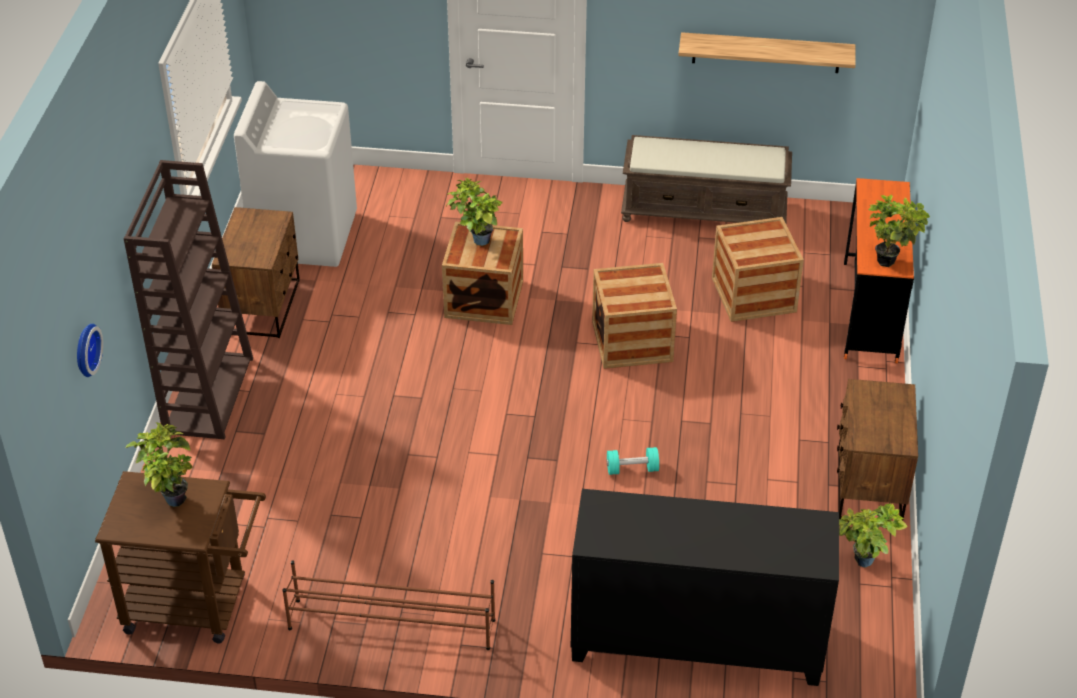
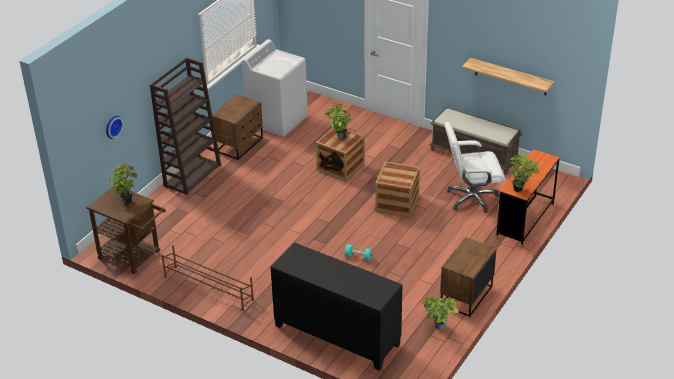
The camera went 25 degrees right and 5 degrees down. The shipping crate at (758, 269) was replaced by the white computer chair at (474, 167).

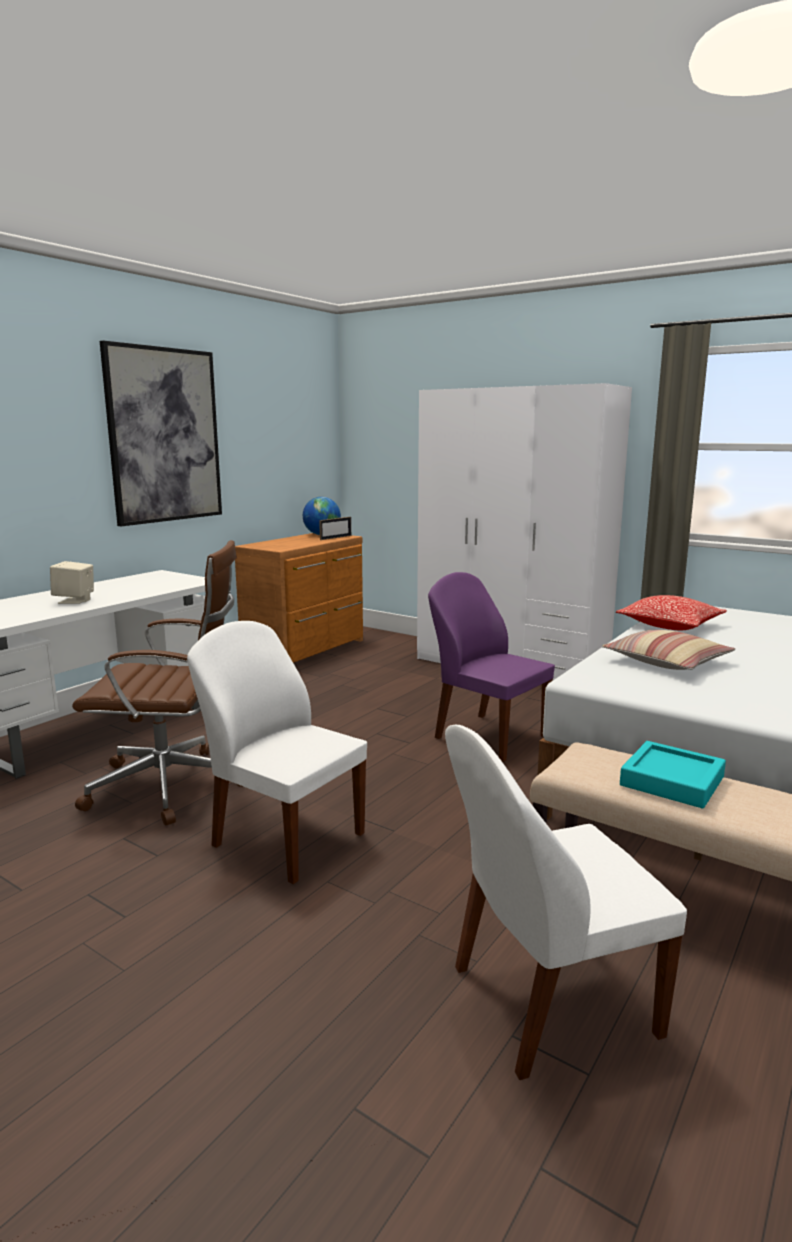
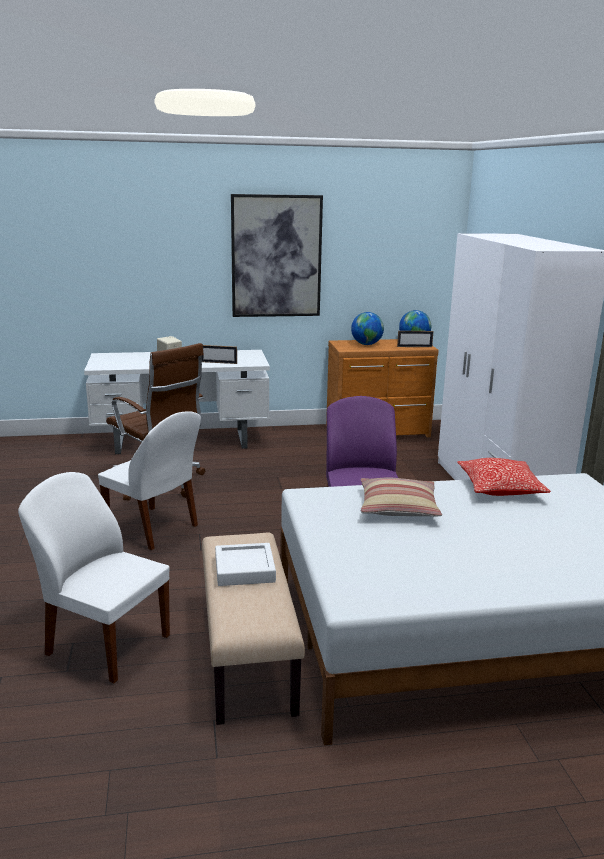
The camera went 45 degrees right and 5 degrees up. The standing frame at (219, 354) appeared. The desk globe at (367, 328) appeared. The turquoise-coloured tray at (673, 774) became the white tray at (245, 564). The white chair at (277, 752) turned 135 degrees clockwise.

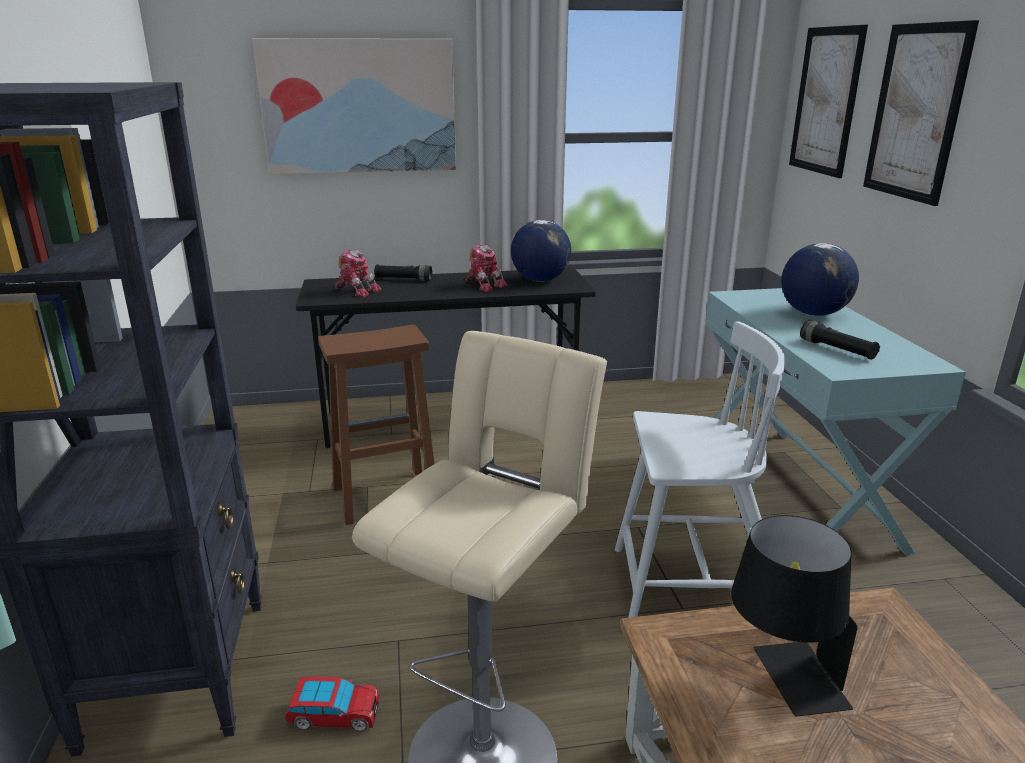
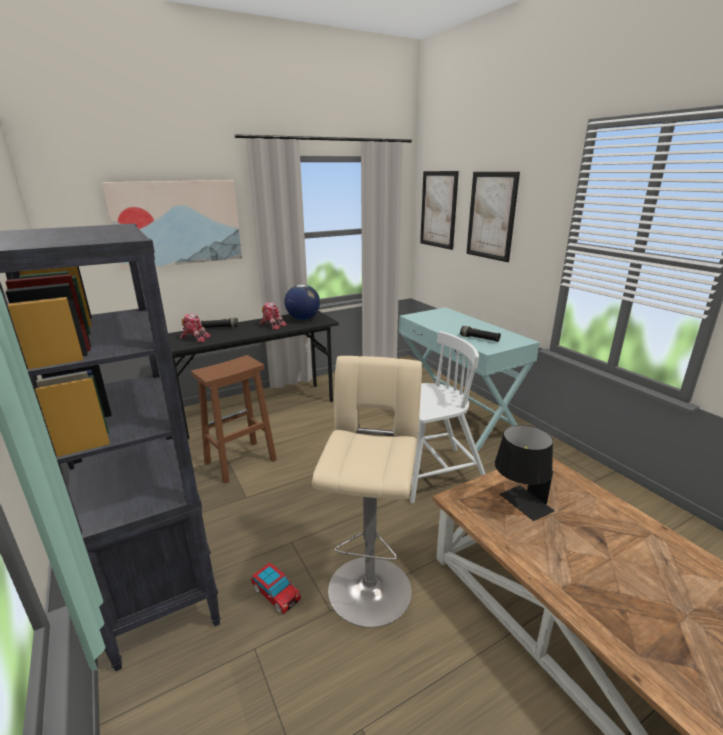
The camera went 20 degrees left and 0 degrees up. The desk globe at (820, 279) disappeared. The toy car at (332, 704) turned 60 degrees clockwise.

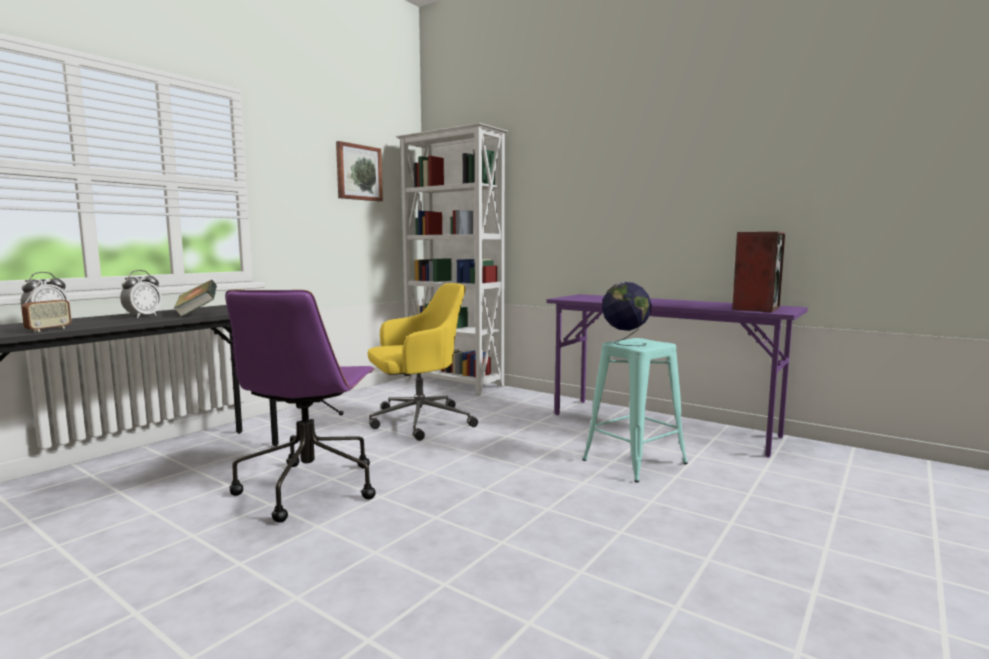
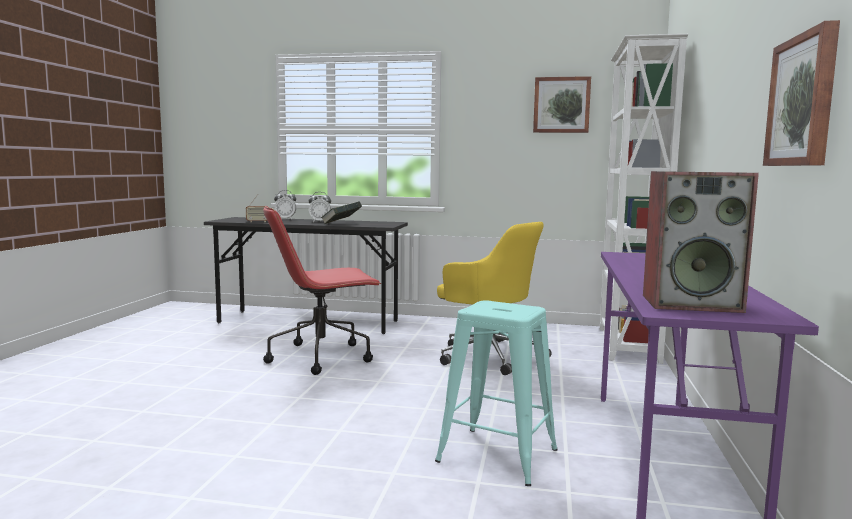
The camera went 65 degrees right and 0 degrees up. The desk globe at (627, 314) disappeared. The wall art at (801, 93) appeared. The purple computer chair at (300, 406) became the red computer chair at (322, 290).

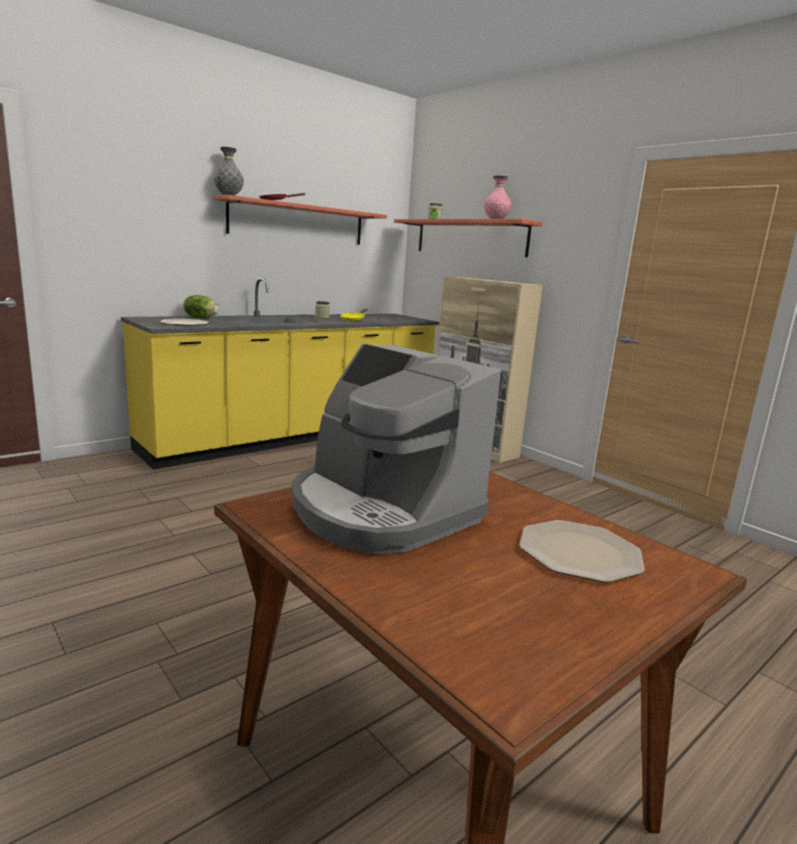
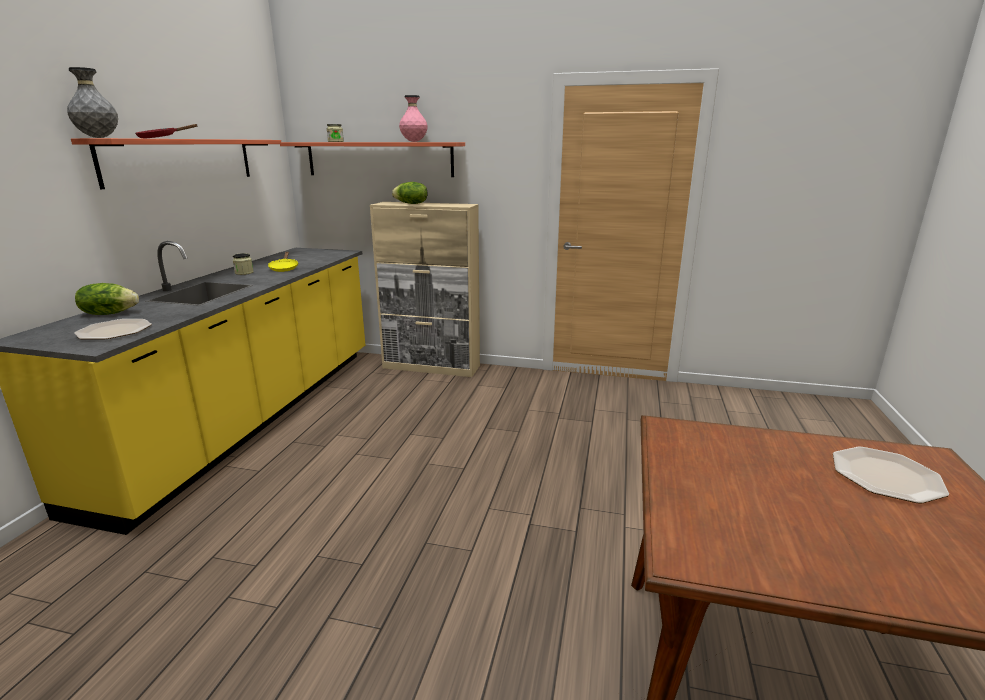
The camera went 35 degrees left and 5 degrees up. The coffee maker at (396, 449) disappeared. The lettuce at (410, 193) appeared.

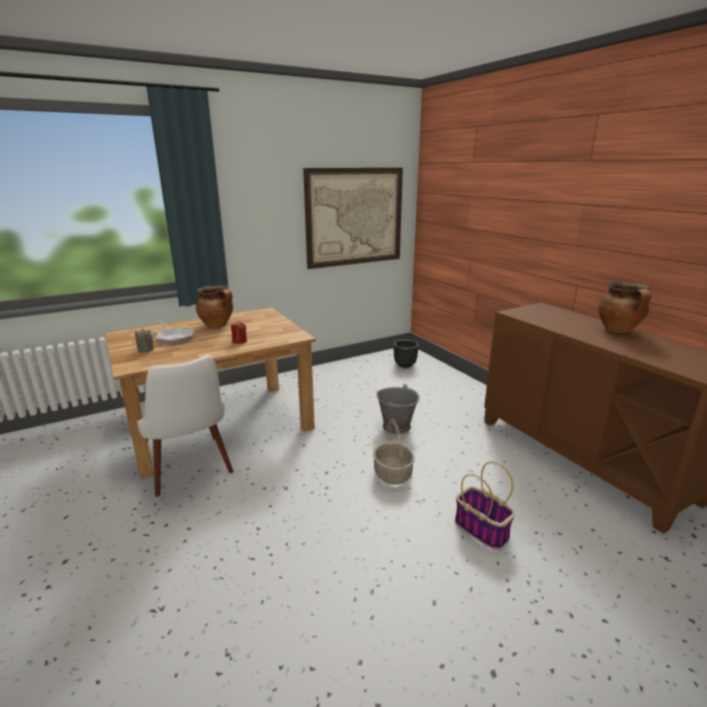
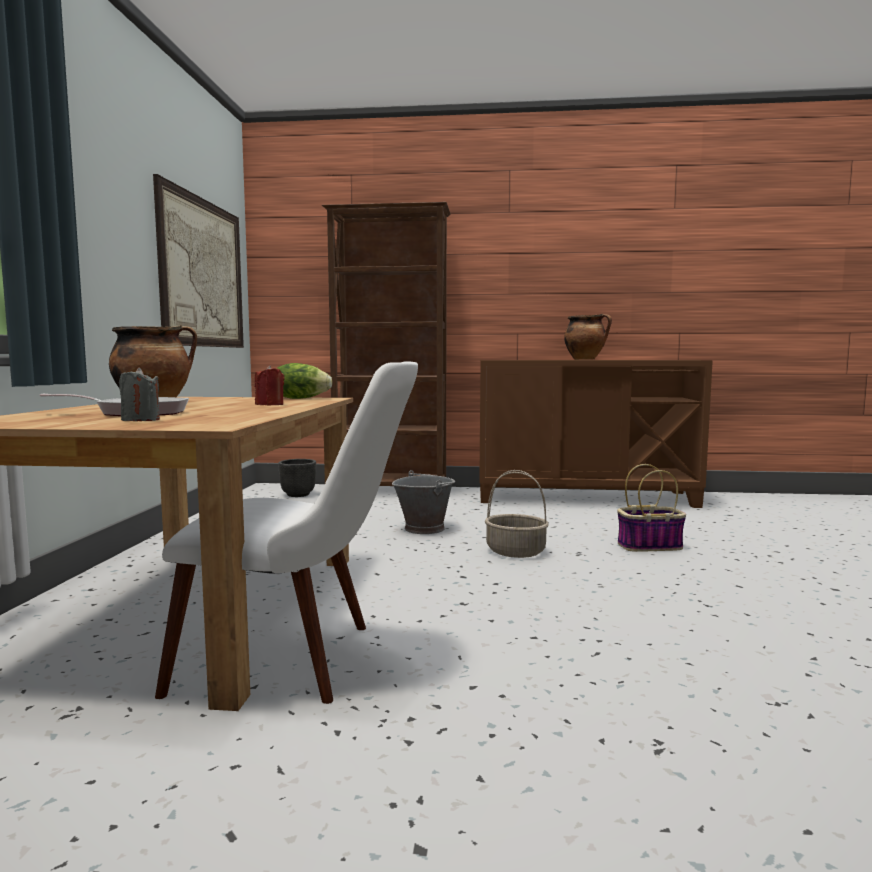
The camera went 55 degrees left and 15 degrees down. The lettuce at (304, 381) appeared. The brown bookcase at (386, 344) appeared.

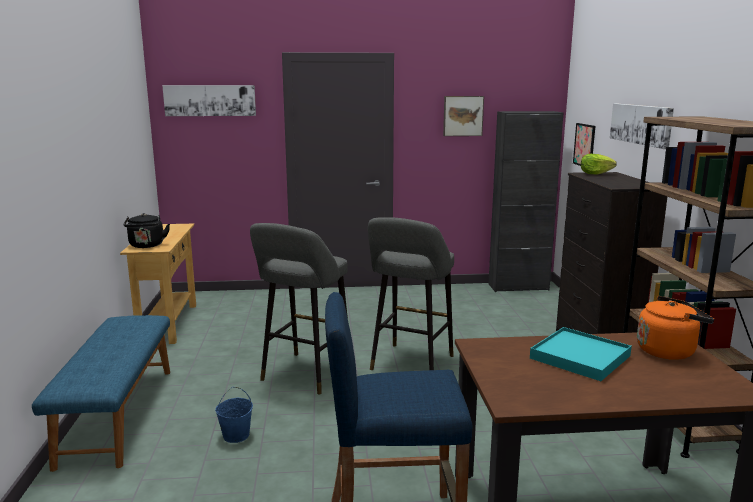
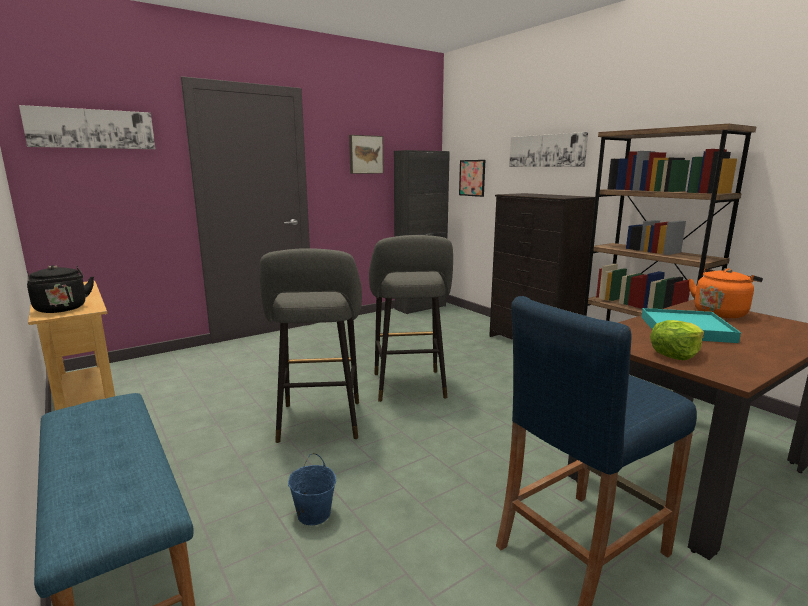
The camera went 30 degrees left and 0 degrees up. The lettuce moved from (599, 164) to (677, 340).

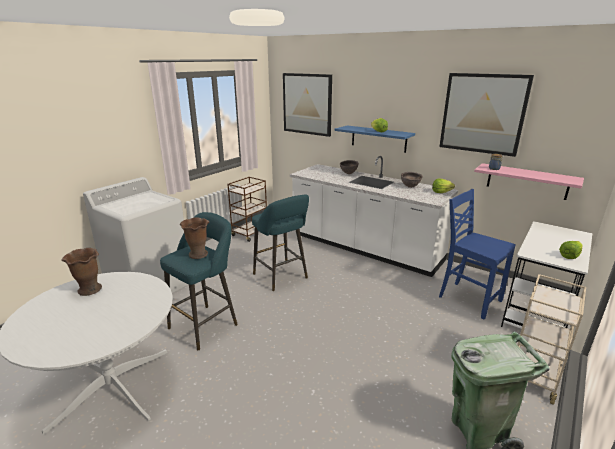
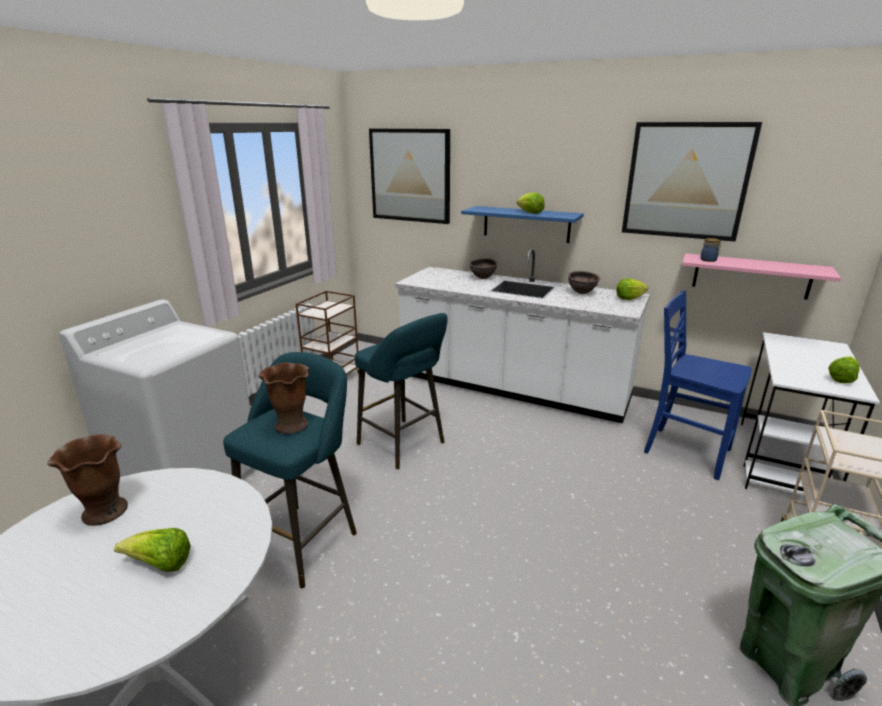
The camera went 10 degrees left and 0 degrees up. The lettuce at (152, 550) appeared.

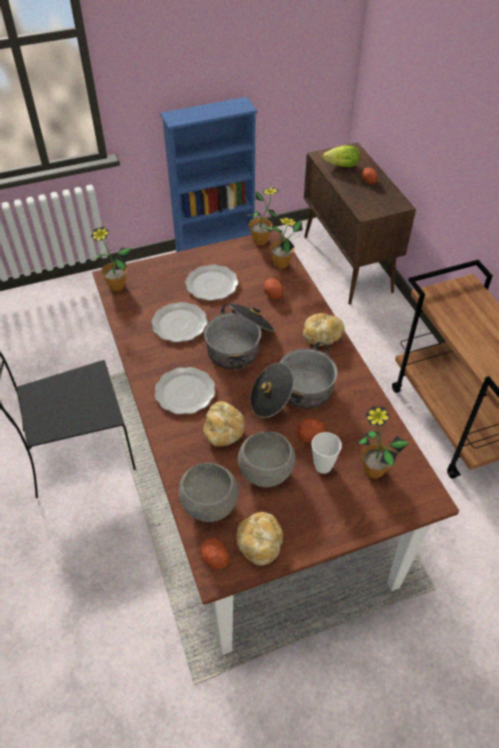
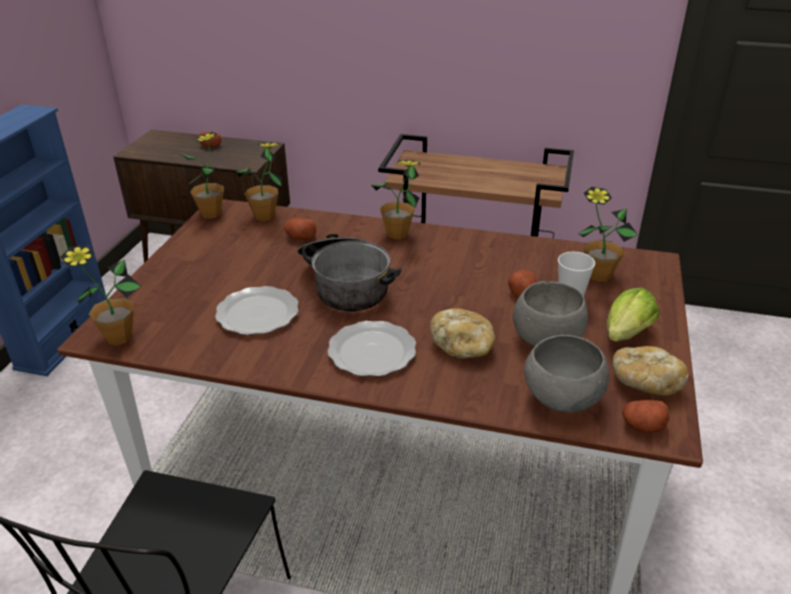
The camera went 55 degrees left and 15 degrees down. The dinner plate at (211, 283) disappeared. The saucepot at (294, 380) disappeared. The lettuce moved from (341, 156) to (633, 315). The bakery bread at (324, 329) was replaced by the potted plant at (396, 199).

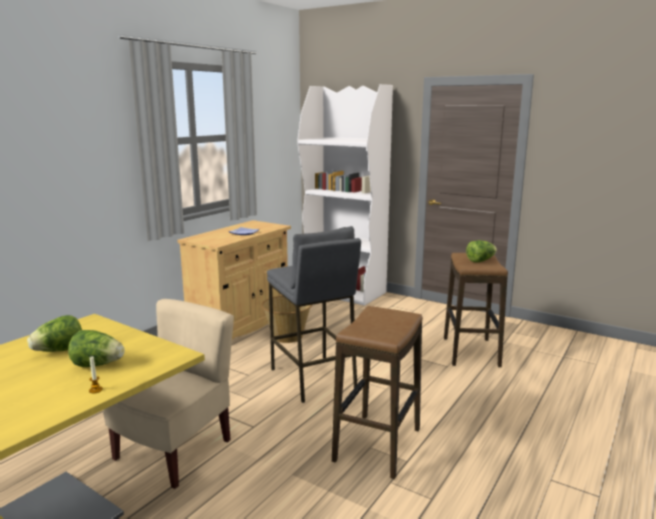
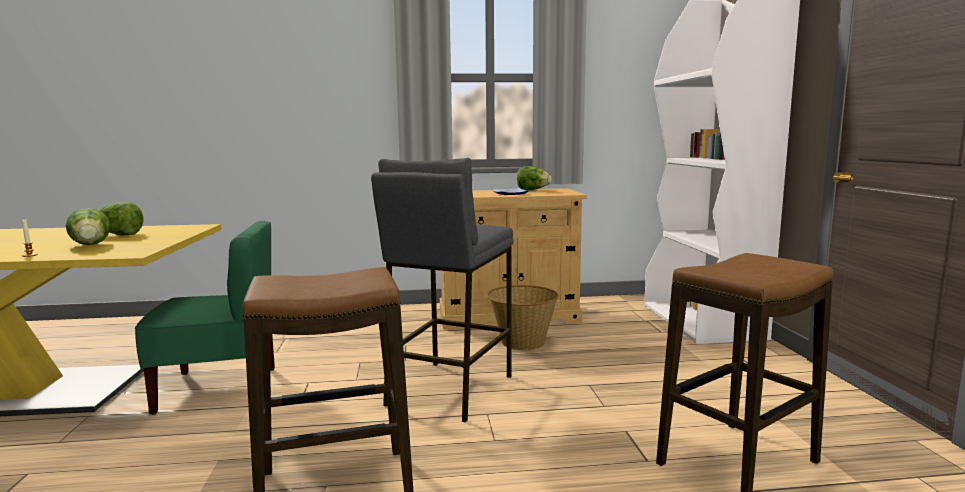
The camera went 50 degrees right and 5 degrees down. The lettuce moved from (481, 251) to (534, 178). The beige-coloured chair at (168, 394) became the green-coloured chair at (205, 318).

